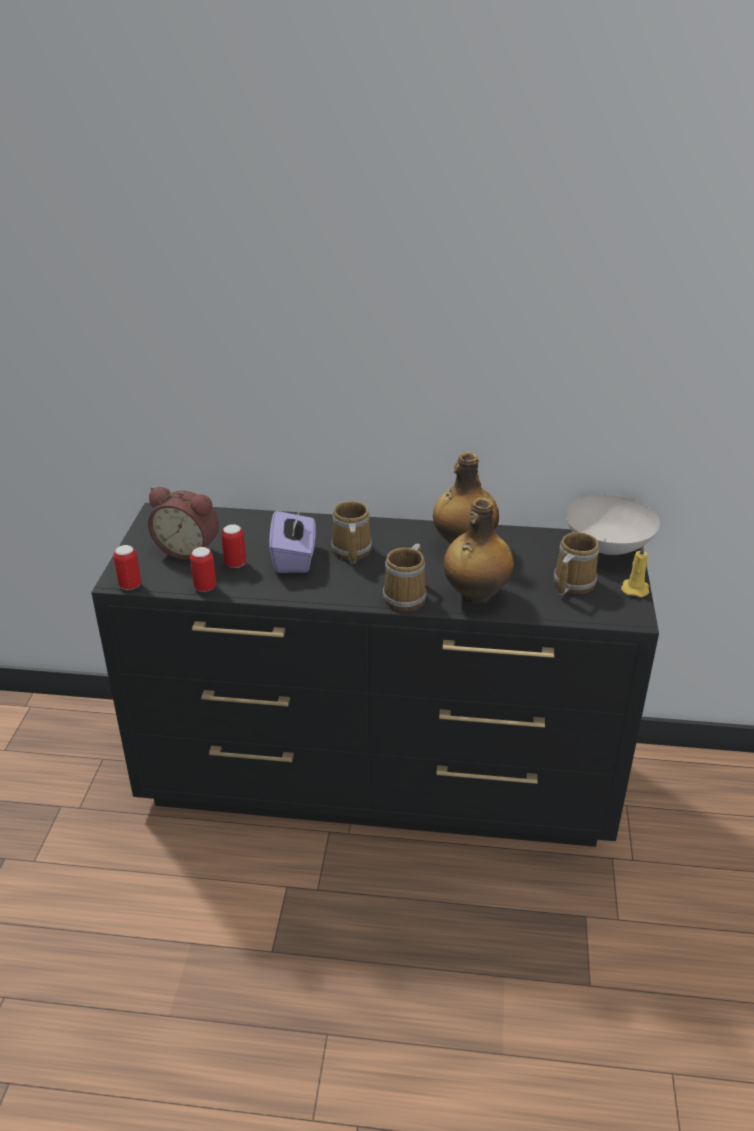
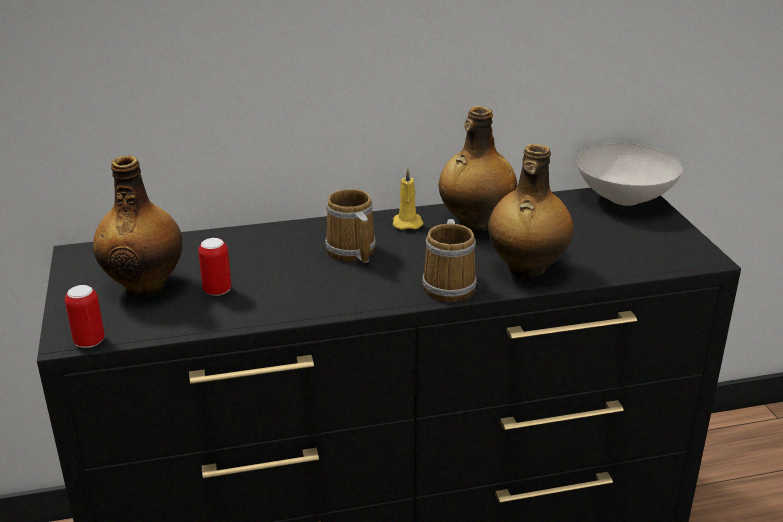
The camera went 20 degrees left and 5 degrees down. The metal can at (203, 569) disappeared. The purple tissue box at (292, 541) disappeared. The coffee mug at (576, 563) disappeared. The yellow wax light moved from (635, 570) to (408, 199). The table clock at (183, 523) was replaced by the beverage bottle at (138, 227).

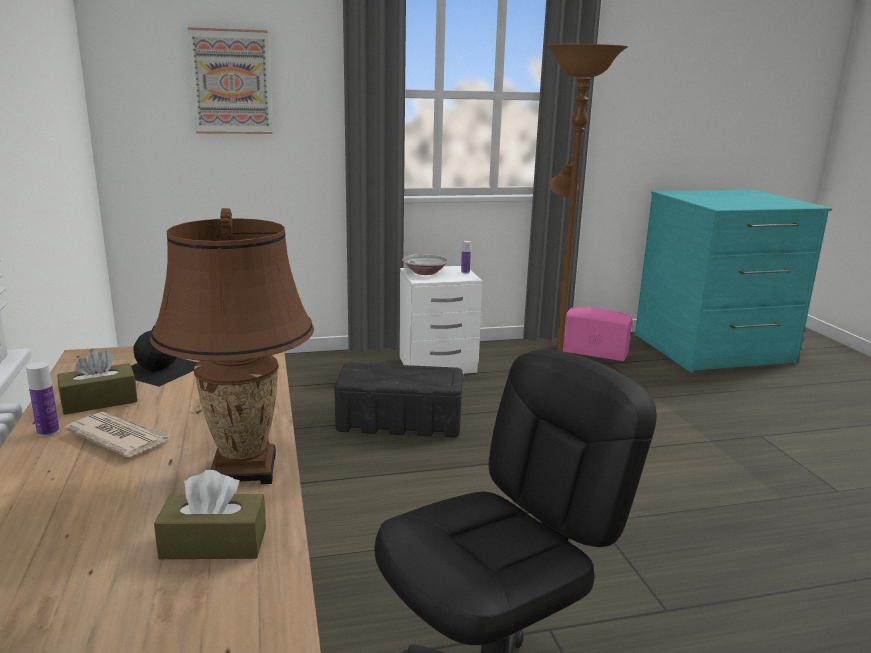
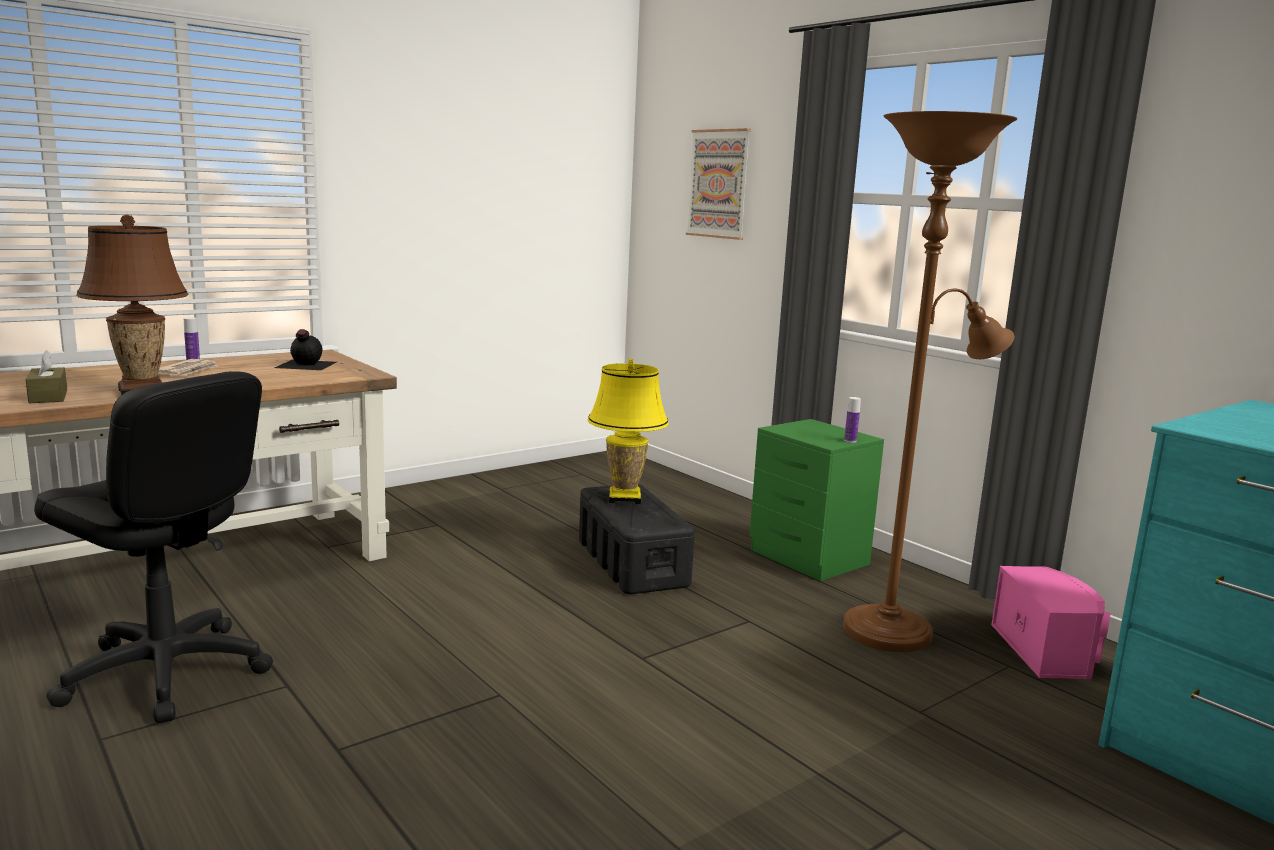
The camera went 65 degrees right and 5 degrees down. The brown tissue box at (97, 381) disappeared. The serving bowl at (425, 264) disappeared. The yellow lamp for a table at (628, 431) appeared. The white bedside table at (441, 320) became the green-coloured bedside table at (816, 500).

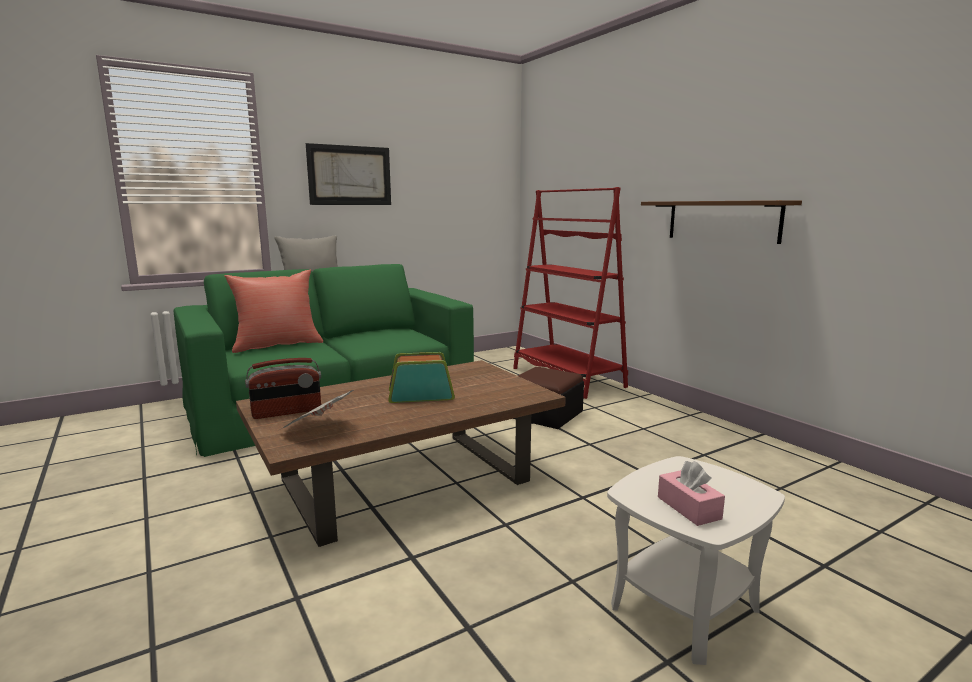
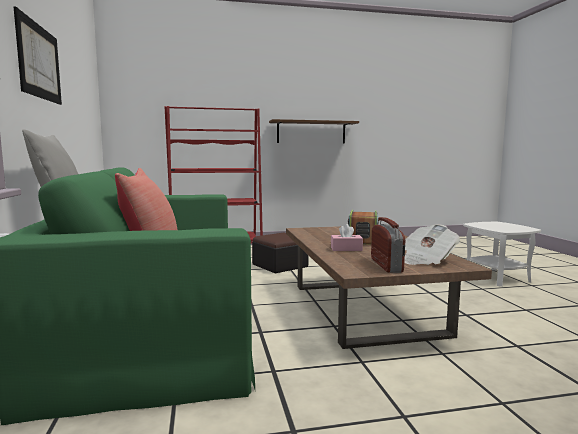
The camera went 70 degrees left and 5 degrees down. The pink-coloured tissue box moved from (691, 493) to (347, 237).

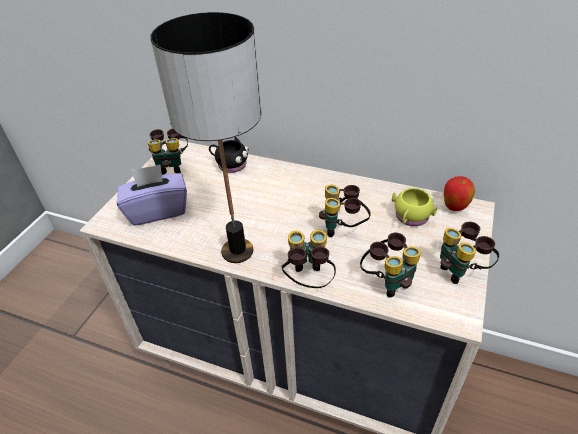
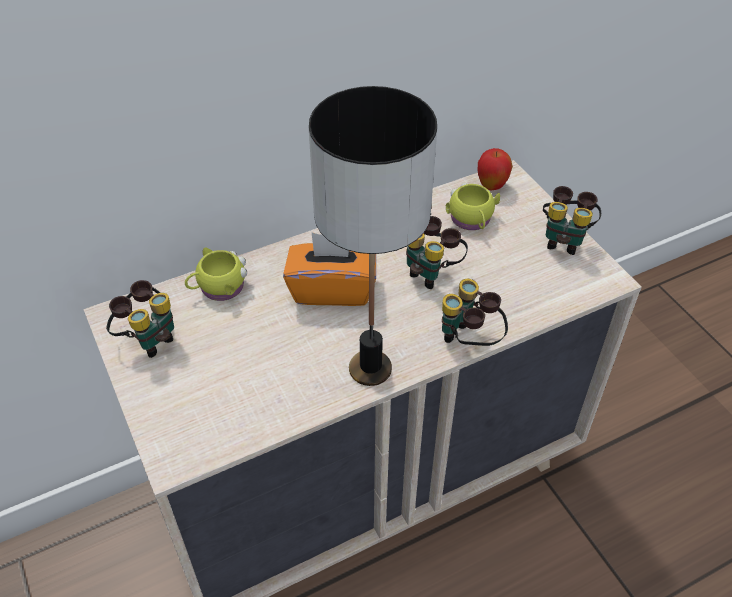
The camera went 50 degrees left and 5 degrees up. The purple tissue box at (152, 195) disappeared. The binoculars at (390, 265) disappeared. The orangey tissue box at (329, 269) appeared. The black coffee mug at (229, 155) became the yellow coffee mug at (216, 274).

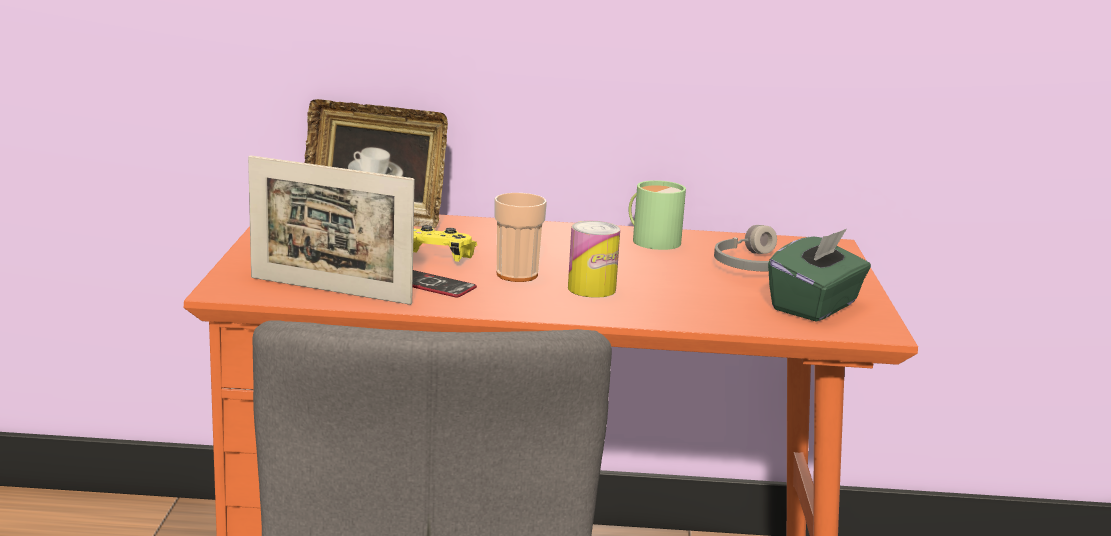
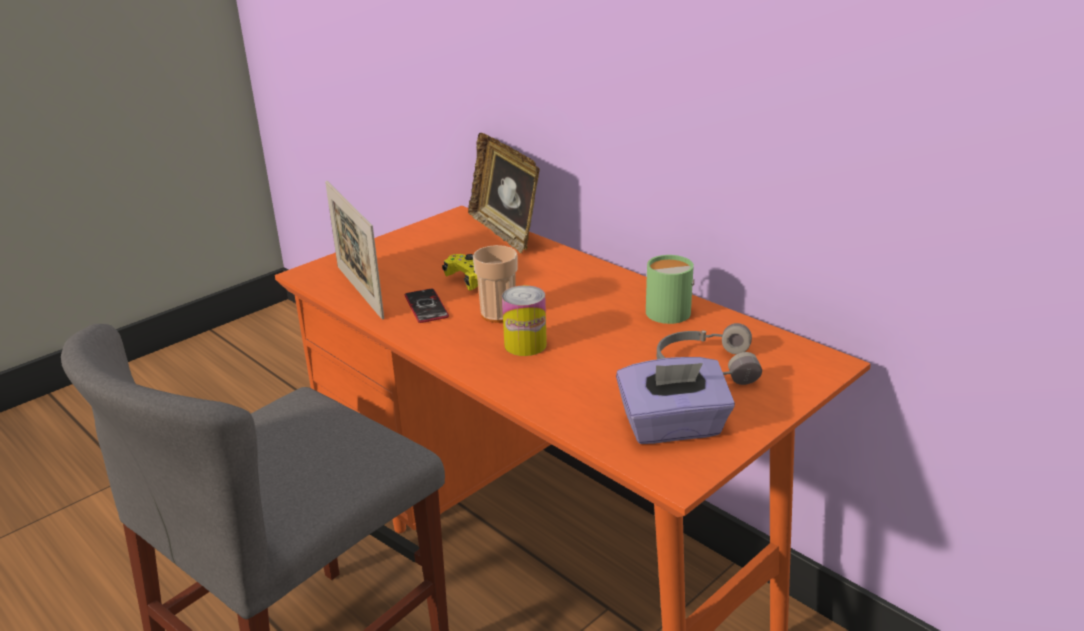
The camera went 45 degrees right and 10 degrees up. The green-coloured tissue box at (819, 275) became the purple tissue box at (675, 400).

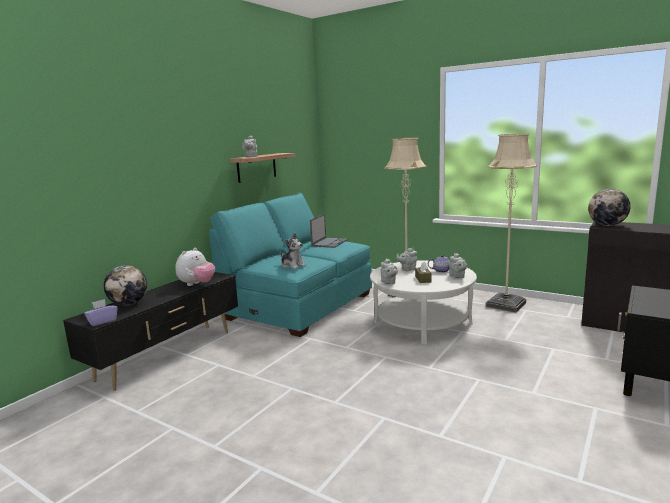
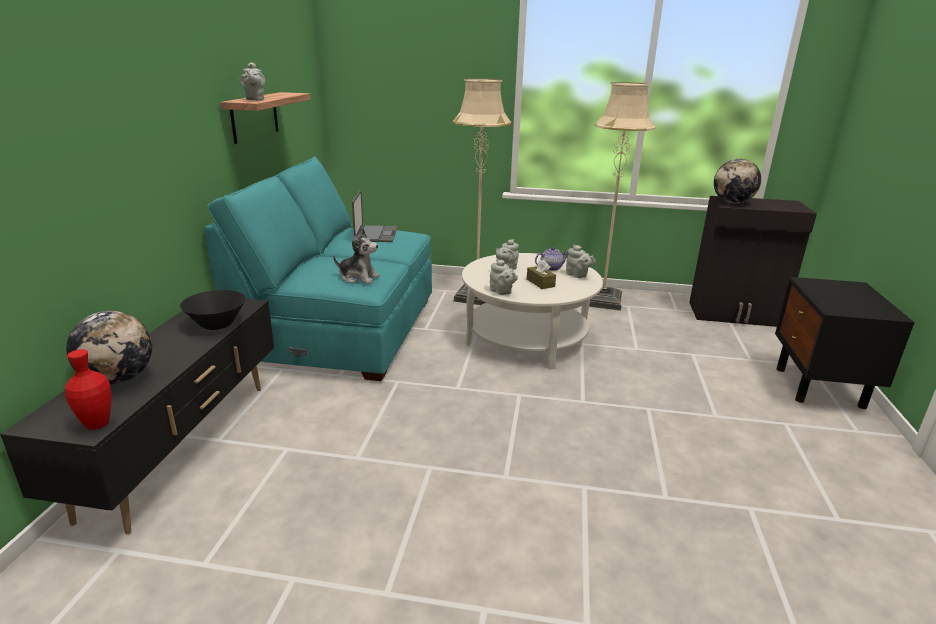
The camera went 25 degrees left and 10 degrees up. The purple tissue box at (101, 312) was replaced by the red flower vase at (88, 389). The soft toy at (195, 267) was replaced by the black serving bowl at (213, 310).

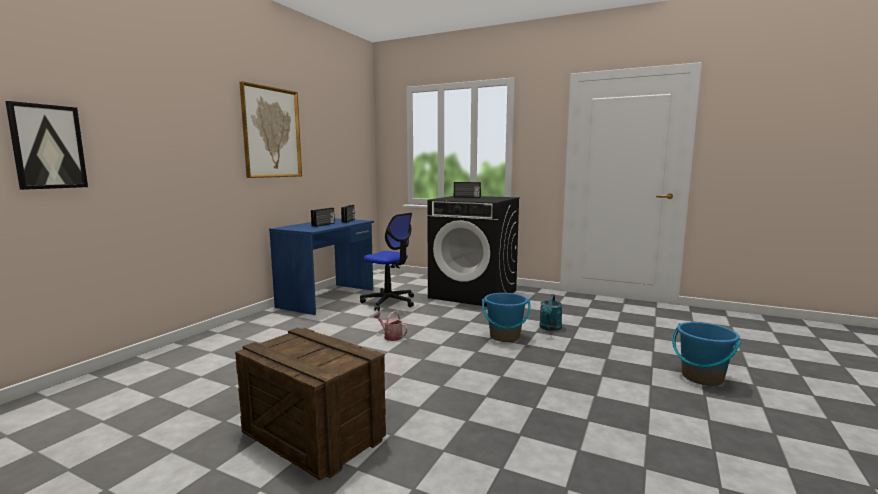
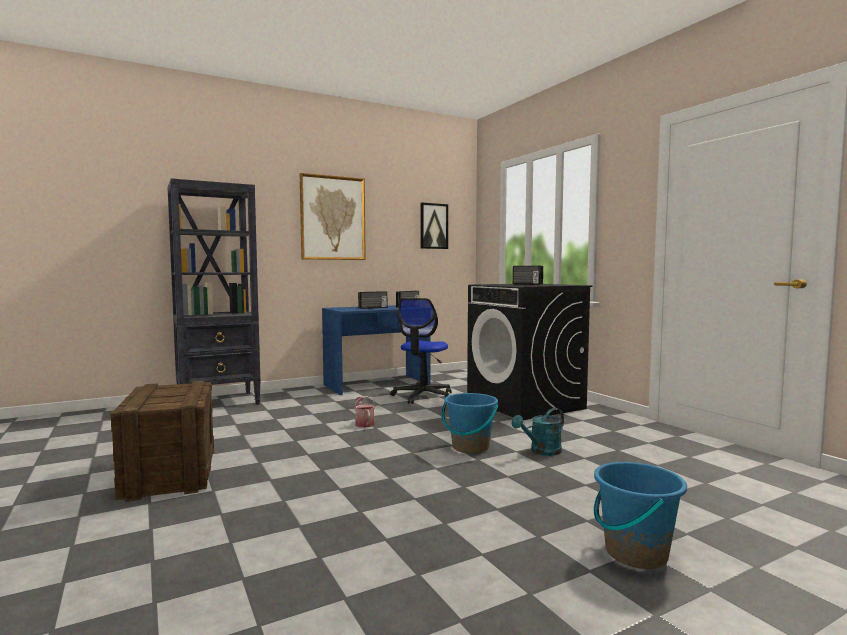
The camera went 35 degrees right and 5 degrees down. The black bookcase at (214, 291) appeared. The wall art moved from (46, 145) to (434, 226). The computer chair at (387, 262) turned 45 degrees clockwise.

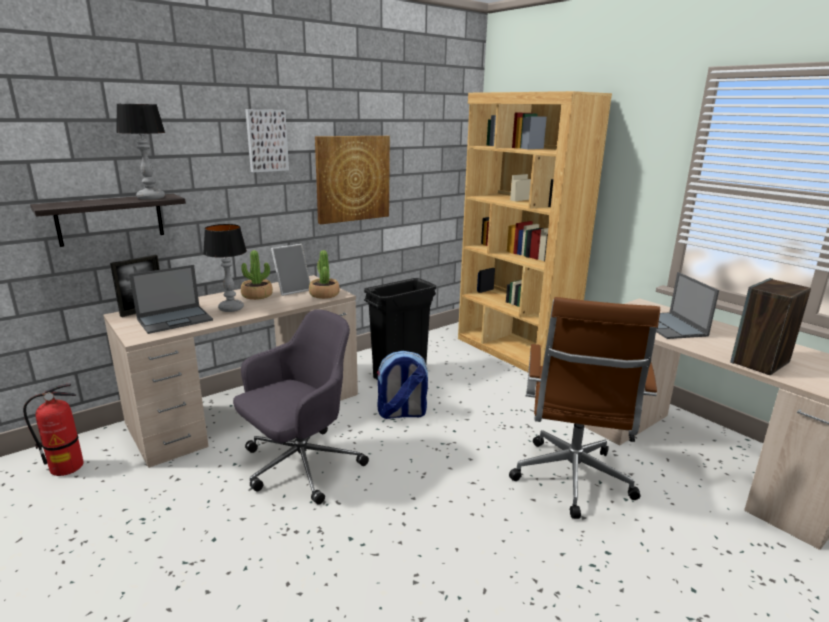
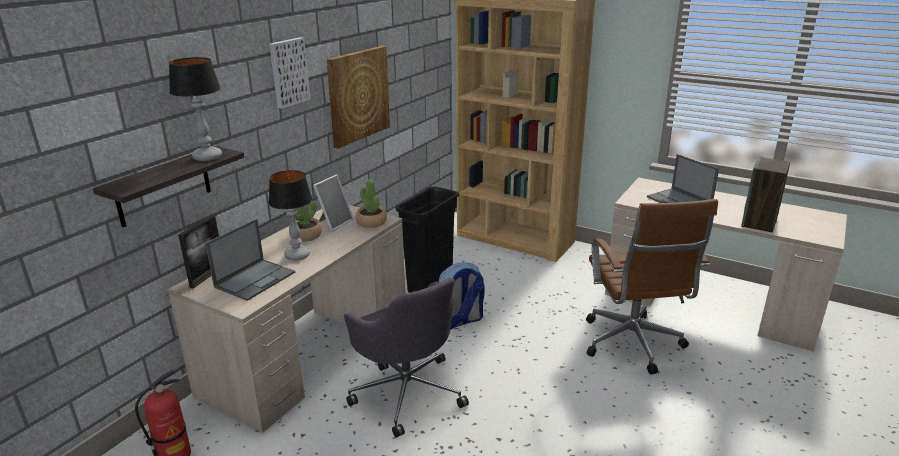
The camera went 20 degrees left and 5 degrees up. The gray computer chair at (301, 407) turned 120 degrees clockwise.

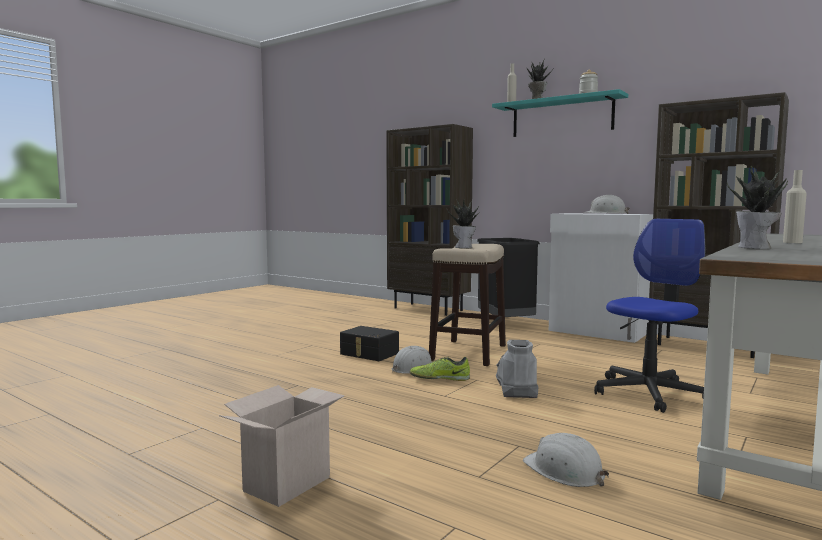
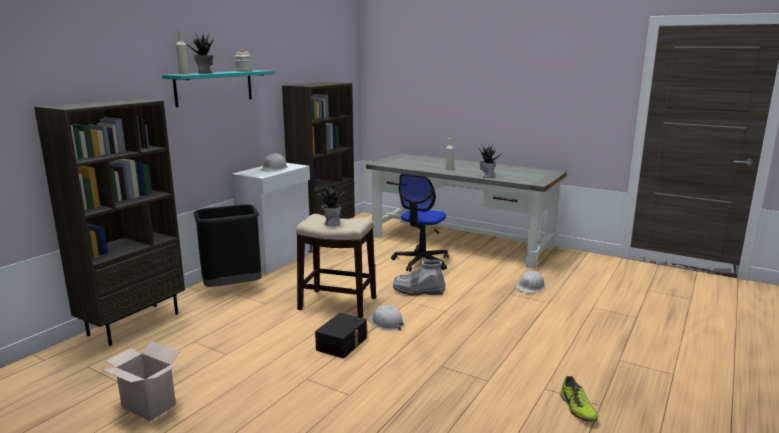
The camera went 95 degrees left and 10 degrees up. The carton moved from (282, 446) to (141, 381). The low shoe moved from (440, 369) to (579, 399). The computer chair at (650, 316) turned 105 degrees counterclockwise.

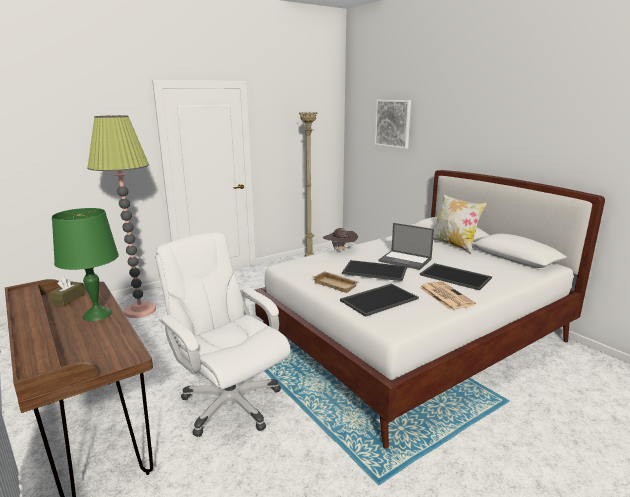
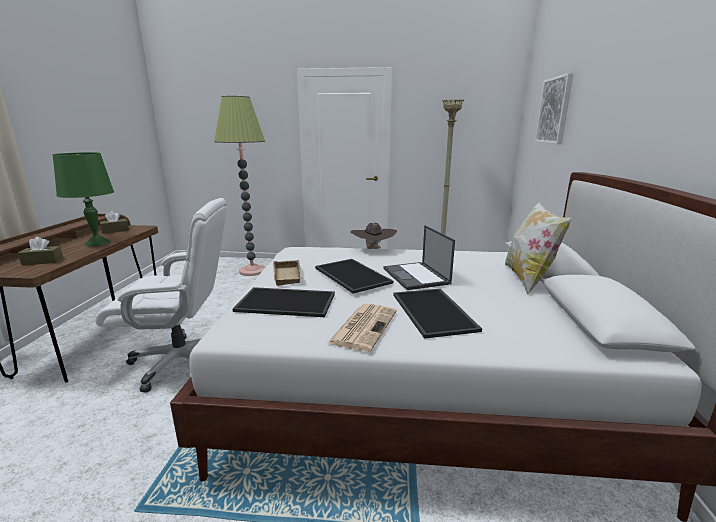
The camera went 40 degrees right and 0 degrees up. The brown tissue box at (40, 251) appeared. The white computer chair at (223, 334) turned 90 degrees clockwise.

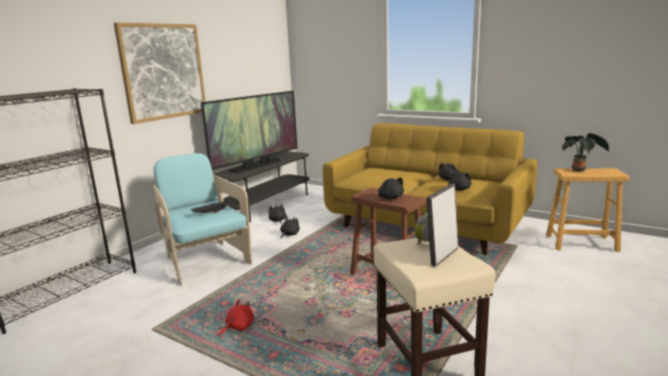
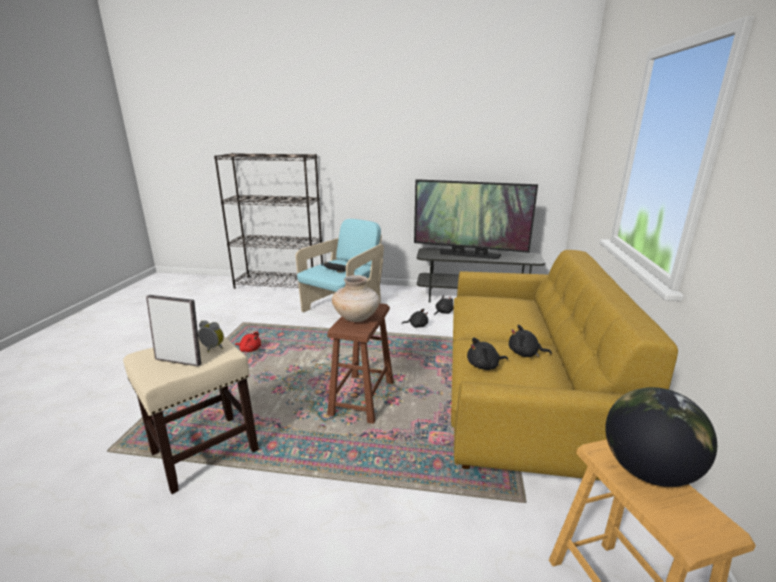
The camera went 65 degrees right and 5 degrees up. The wall art at (160, 73) disappeared. The black soft toy at (391, 188) was replaced by the beige-coloured flower vase at (356, 298). The potted plant at (586, 152) was replaced by the desk globe at (661, 437).

